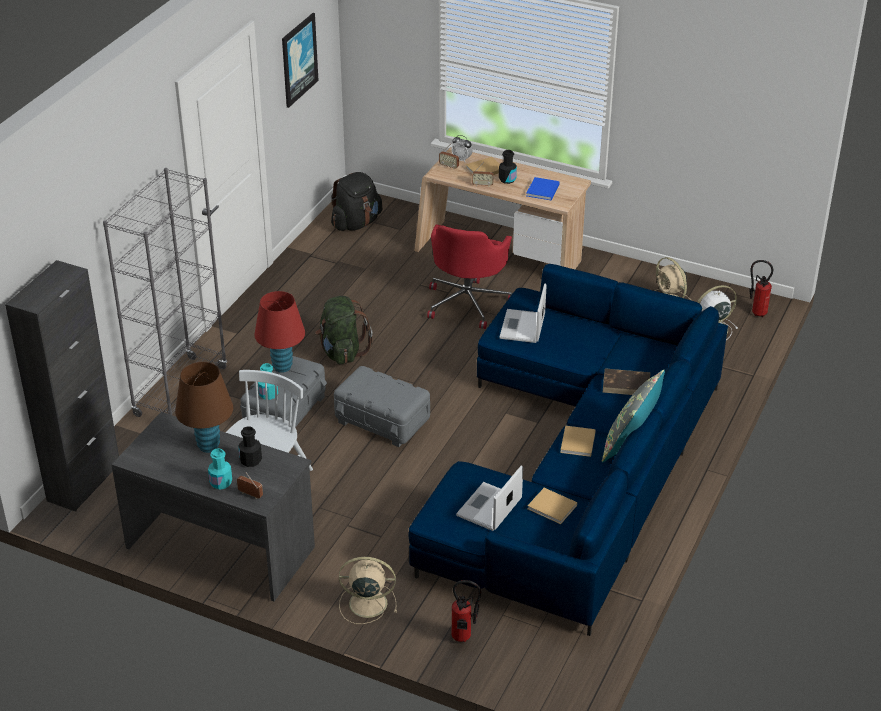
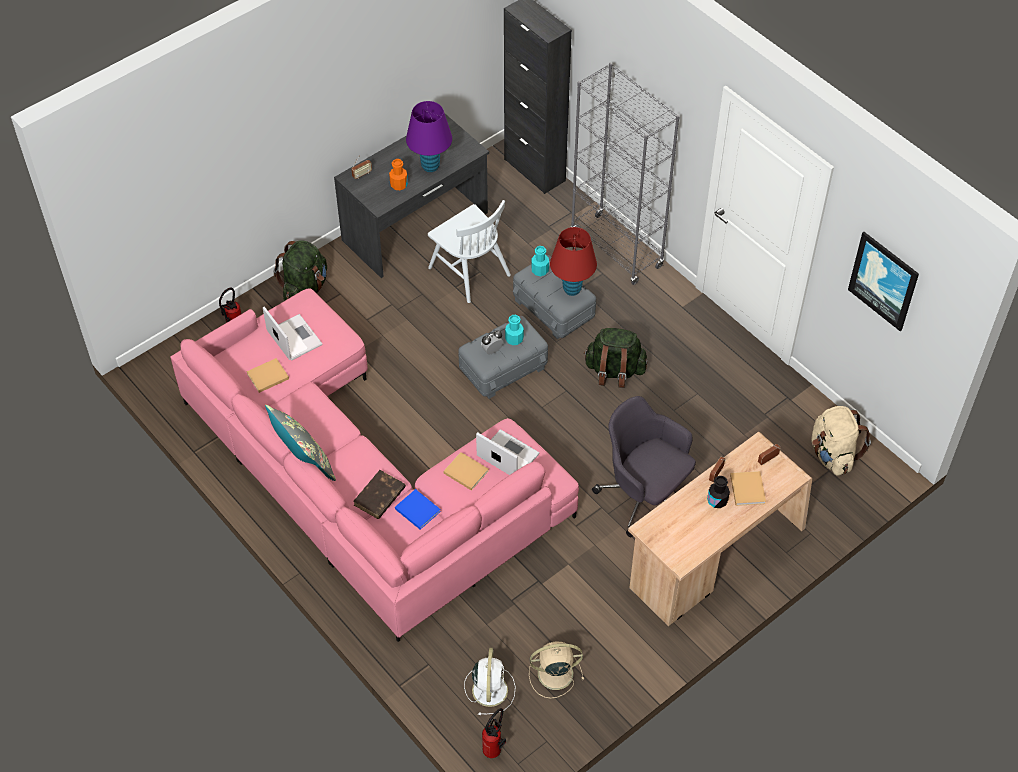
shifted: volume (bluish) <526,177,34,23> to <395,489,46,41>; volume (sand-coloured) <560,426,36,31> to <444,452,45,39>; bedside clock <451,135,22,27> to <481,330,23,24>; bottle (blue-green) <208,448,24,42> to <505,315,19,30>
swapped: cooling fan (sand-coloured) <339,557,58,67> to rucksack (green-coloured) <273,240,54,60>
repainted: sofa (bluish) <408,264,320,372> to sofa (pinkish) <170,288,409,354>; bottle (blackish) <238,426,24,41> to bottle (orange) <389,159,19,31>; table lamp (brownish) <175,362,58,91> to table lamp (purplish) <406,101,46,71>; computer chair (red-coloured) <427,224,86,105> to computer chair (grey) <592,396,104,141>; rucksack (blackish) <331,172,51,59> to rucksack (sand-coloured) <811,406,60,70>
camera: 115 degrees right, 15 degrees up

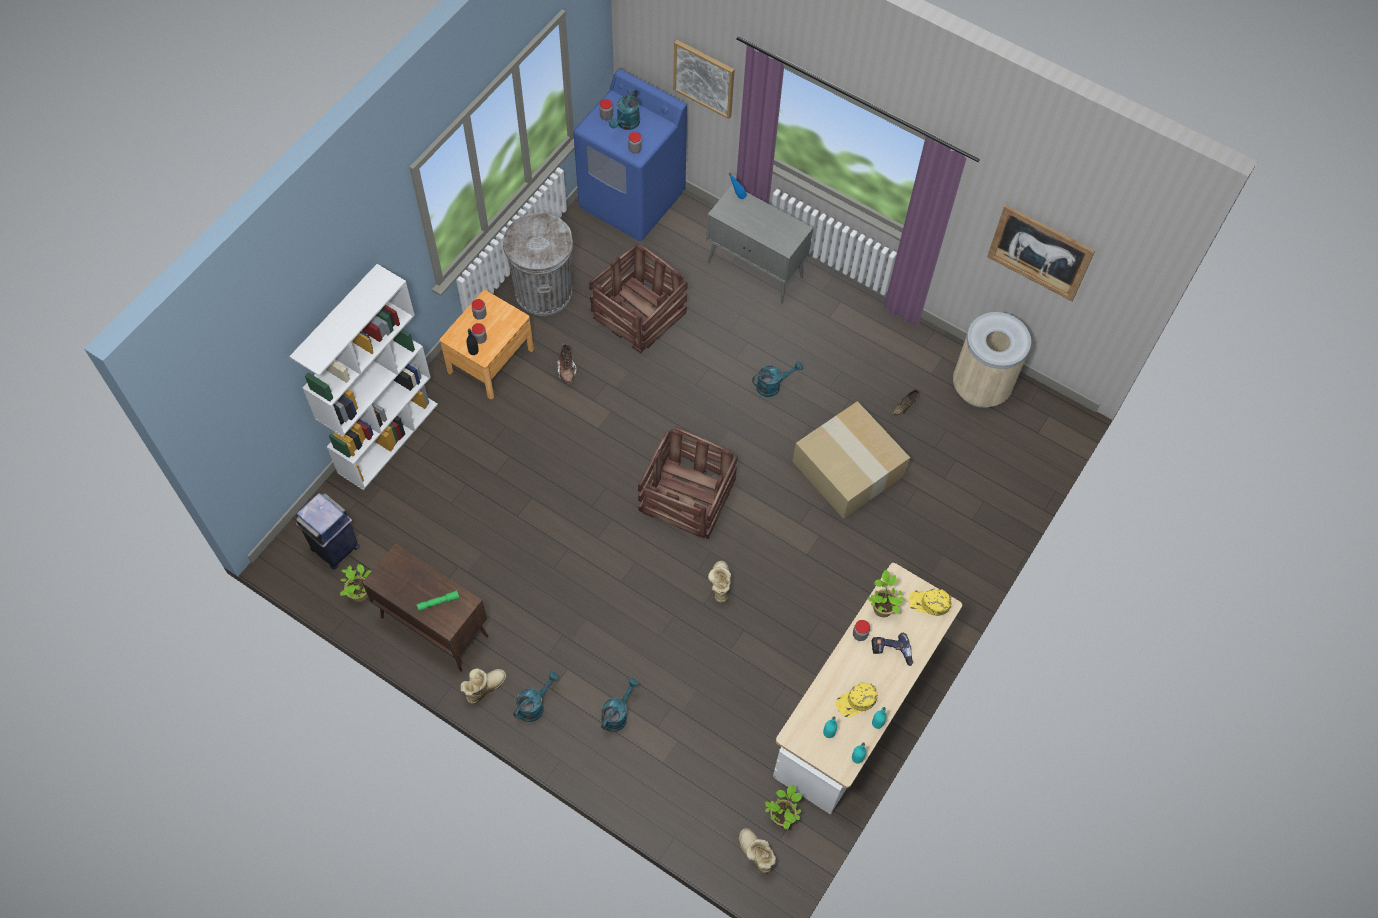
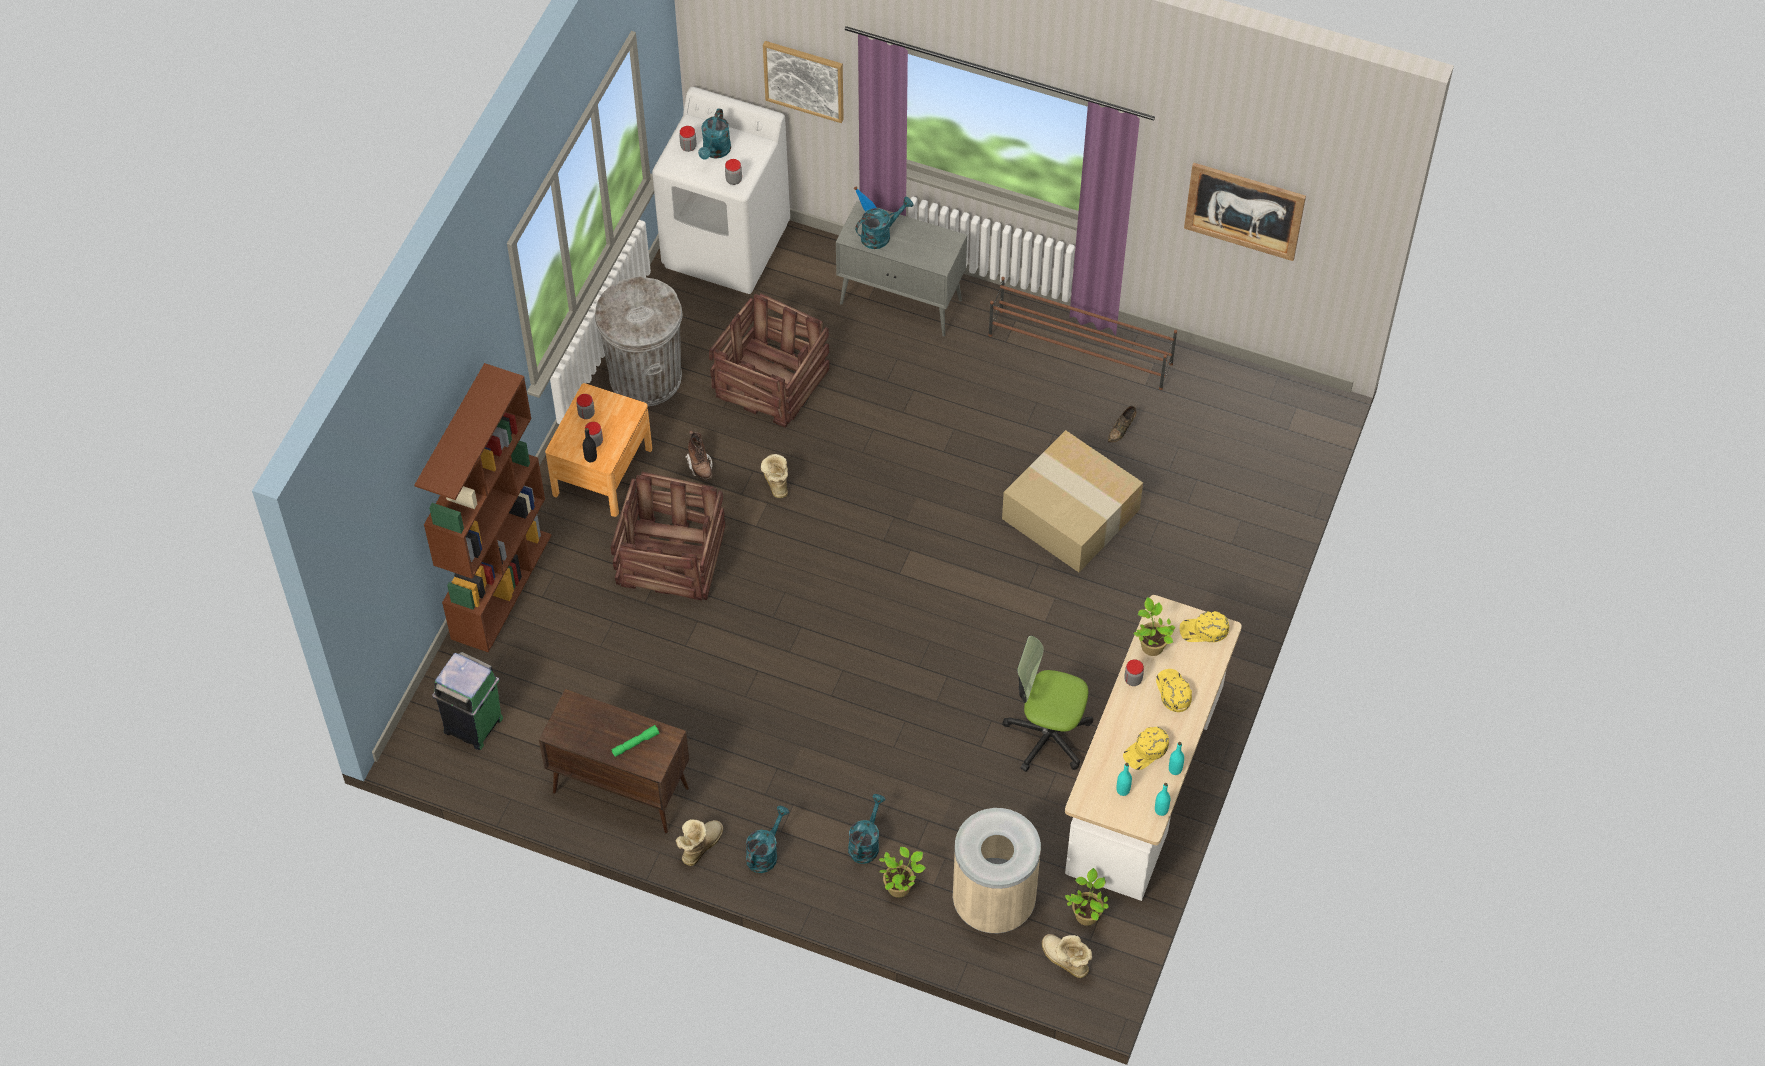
new: shoe rack (brownish) <988,277,189,113>; computer chair <1002,635,91,137>
shifted: packing crate <638,427,100,112> to <611,472,114,128>; high-top boot <708,561,23,42> to <761,454,27,44>; sprinkling can (blue-green) <752,361,51,36> to <855,197,58,52>; houseplant <340,564,31,38> to <879,847,47,51>; trash can (sand-coloured) <953,312,78,96> to <953,808,88,125>
swapped: power drill <872,633,41,33> to cap (yellow-coloured) <1156,669,36,43>
repainted: bookshelf (whitish) <289,264,149,226> to bookshelf (brownish) <415,363,137,289>; trash can (bluish) <296,493,64,76> to trash can (green-coloured) <432,652,71,98>; washing machine (bluish) <573,69,114,172> to washing machine (whitish) <652,87,138,207>
camera: 10 degrees left, 5 degrees down

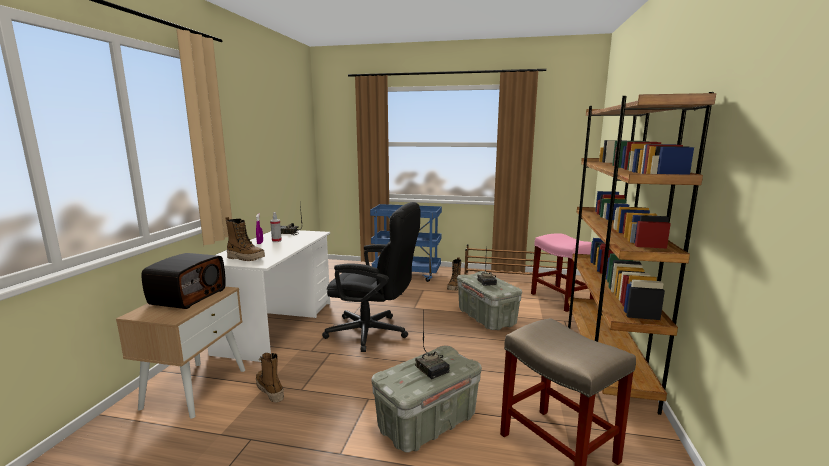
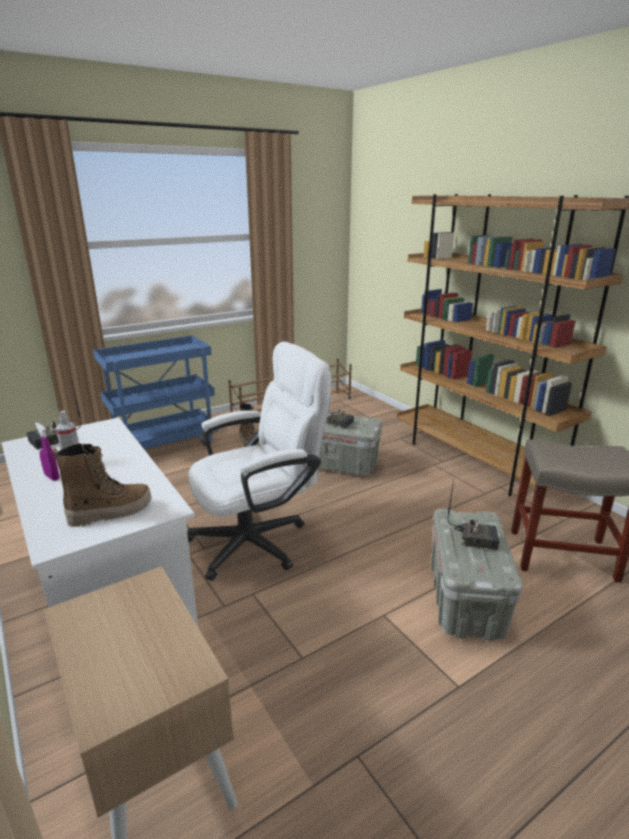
gone: radio receiver <141,253,85,56>; high-top boot <256,353,28,50>; stool (pinkish) <531,233,63,79>
repainted: computer chair (blackish) <322,202,98,150> to computer chair (whitish) <187,341,145,240>
camera: 45 degrees left, 10 degrees up

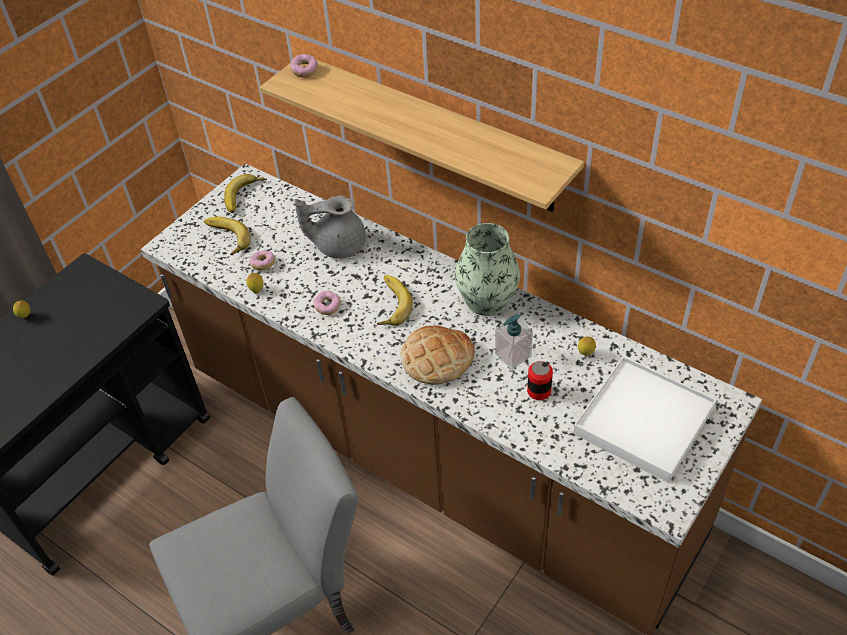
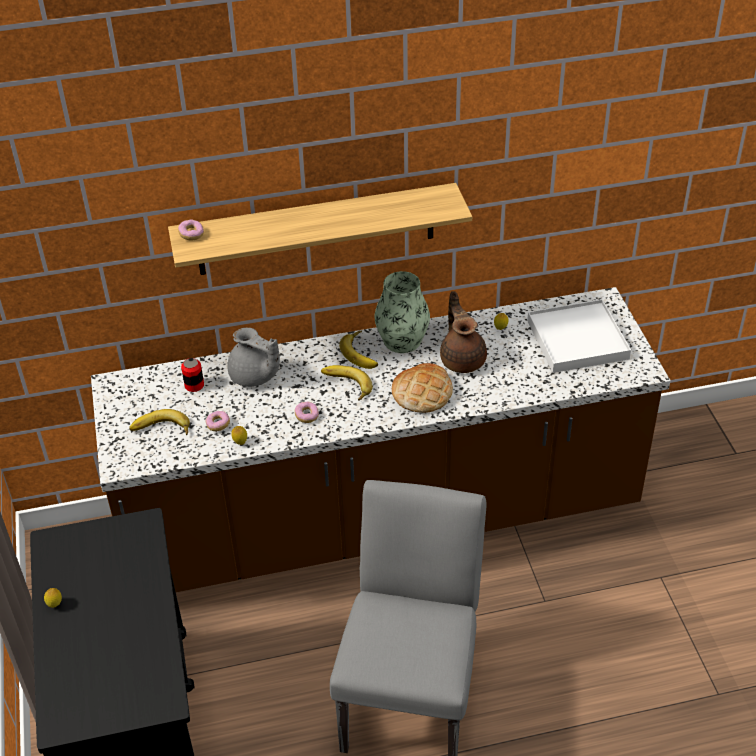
shifted: sealed can <527,361,26,39> to <181,358,23,34>; banana fruit <224,174,43,39> to <339,330,39,39>
swapped: liquid soap bottle <495,314,38,55> to teapot (brownish) <440,291,47,82>
rotated: teapot (grey) <294,195,72,63> = <227,328,53,59> 90 degrees counterclockwise
camera: 50 degrees left, 5 degrees down

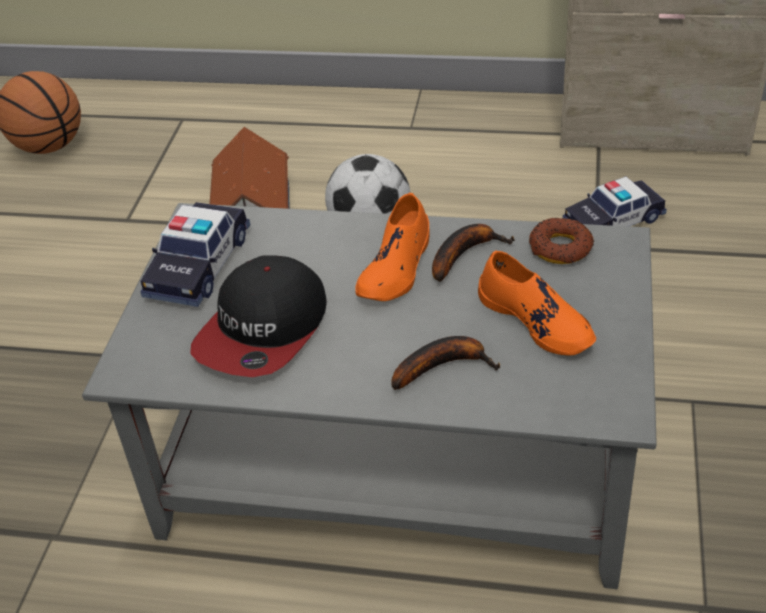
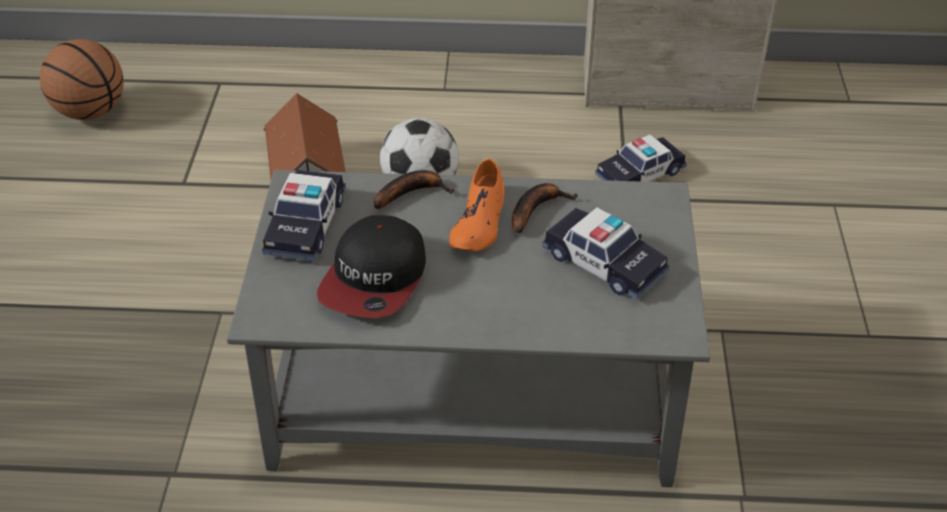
gone: donut <529,218,65,46>
shifted: banana fruit <392,336,109,54> to <374,170,80,39>
swapped: shoe (orange) <478,251,118,104> to miniature car <542,207,127,93>
camera: 10 degrees left, 0 degrees up

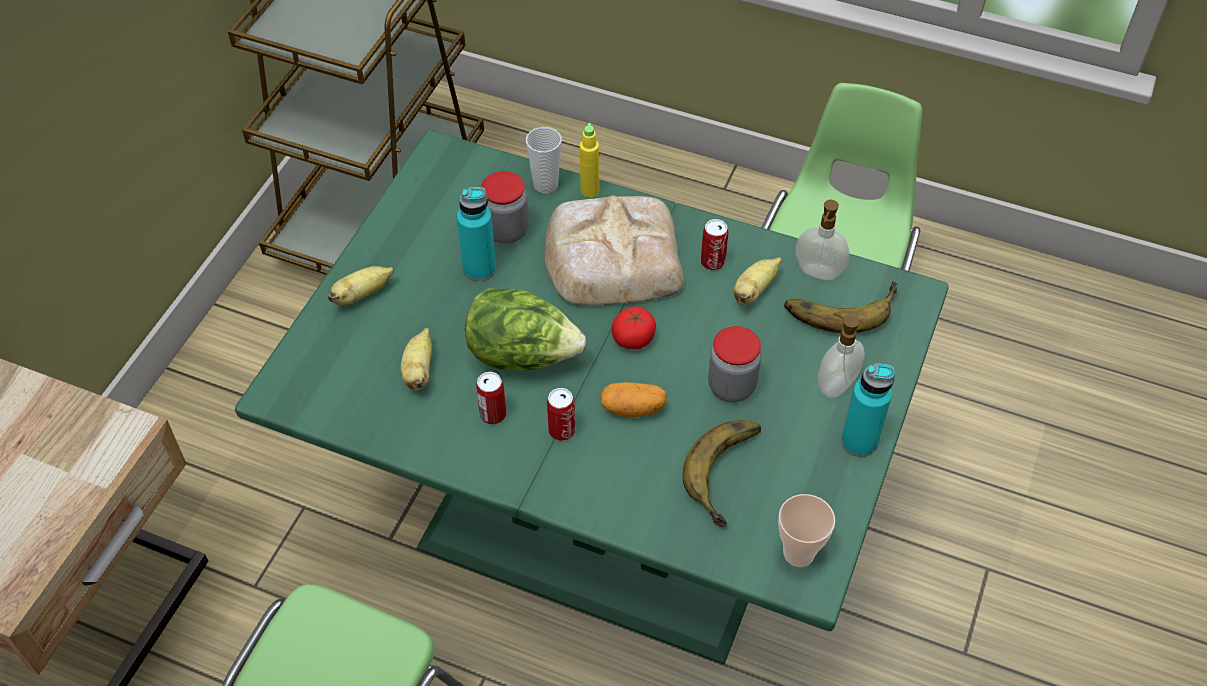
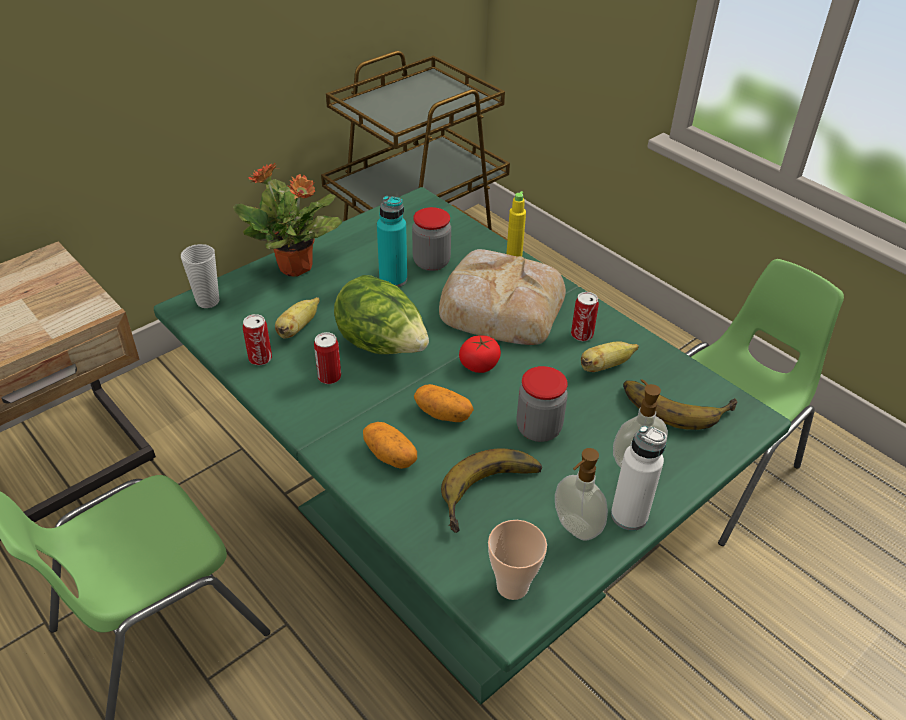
new: potato <363,422,54,47>
shifted: drinking cup <526,127,36,67> to <181,244,39,64>; sealed can <547,388,28,53> to <243,314,29,52>; liquid soap bottle <796,200,53,80> to <555,448,53,93>
swapped: banana fruit <328,266,66,39> to houseplant <233,163,109,114>
repainted: bottle (blue-green) <841,363,54,94> to bottle (whitish) <611,425,56,106>
camera: 25 degrees right, 10 degrees down

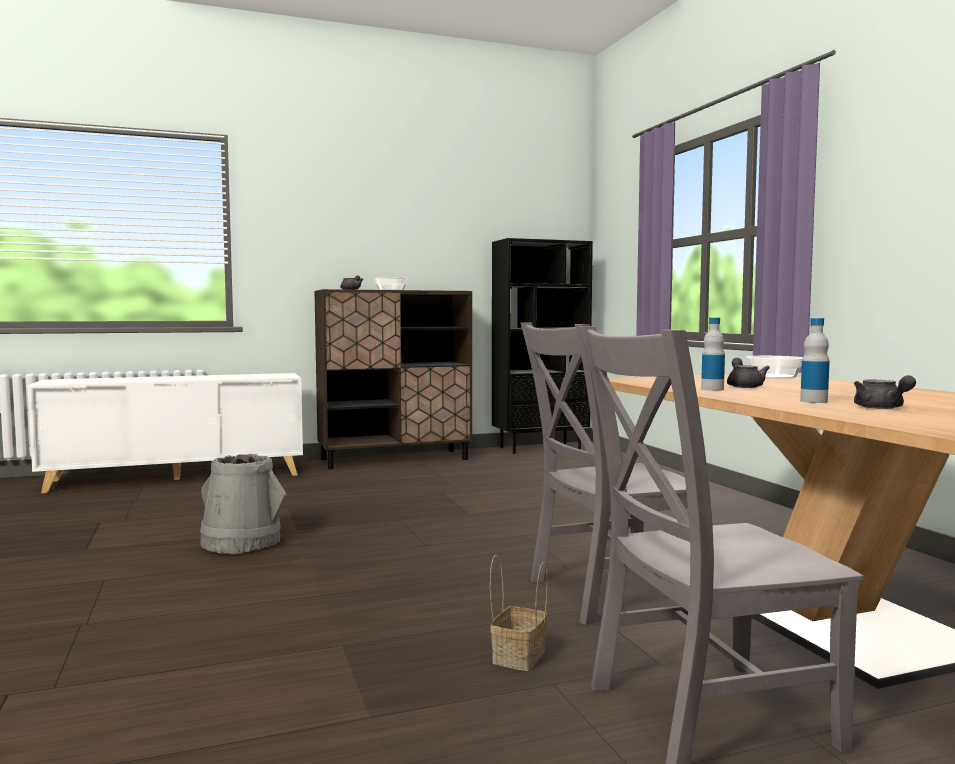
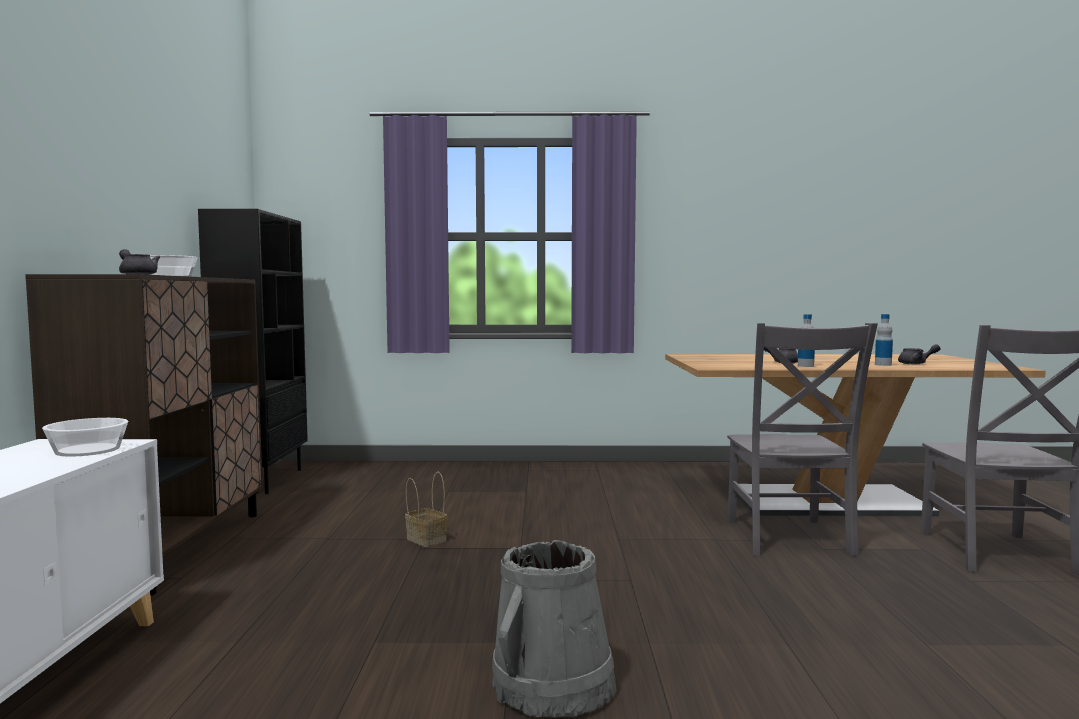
shifted: serving bowl <746,356,57,23> to <42,418,86,39>; storage basket <490,555,58,116> to <405,472,43,75>
camera: 70 degrees left, 0 degrees up

